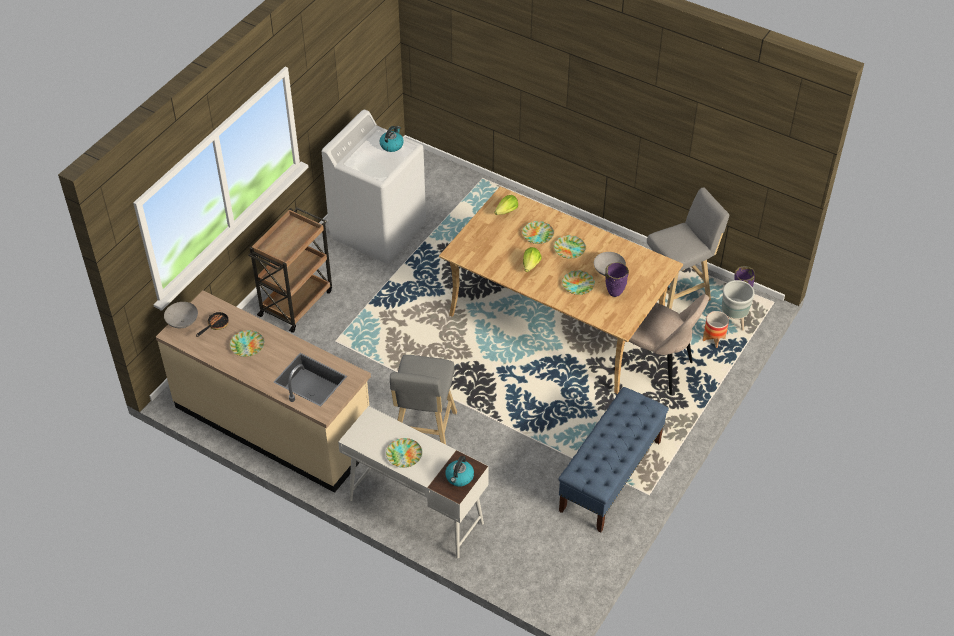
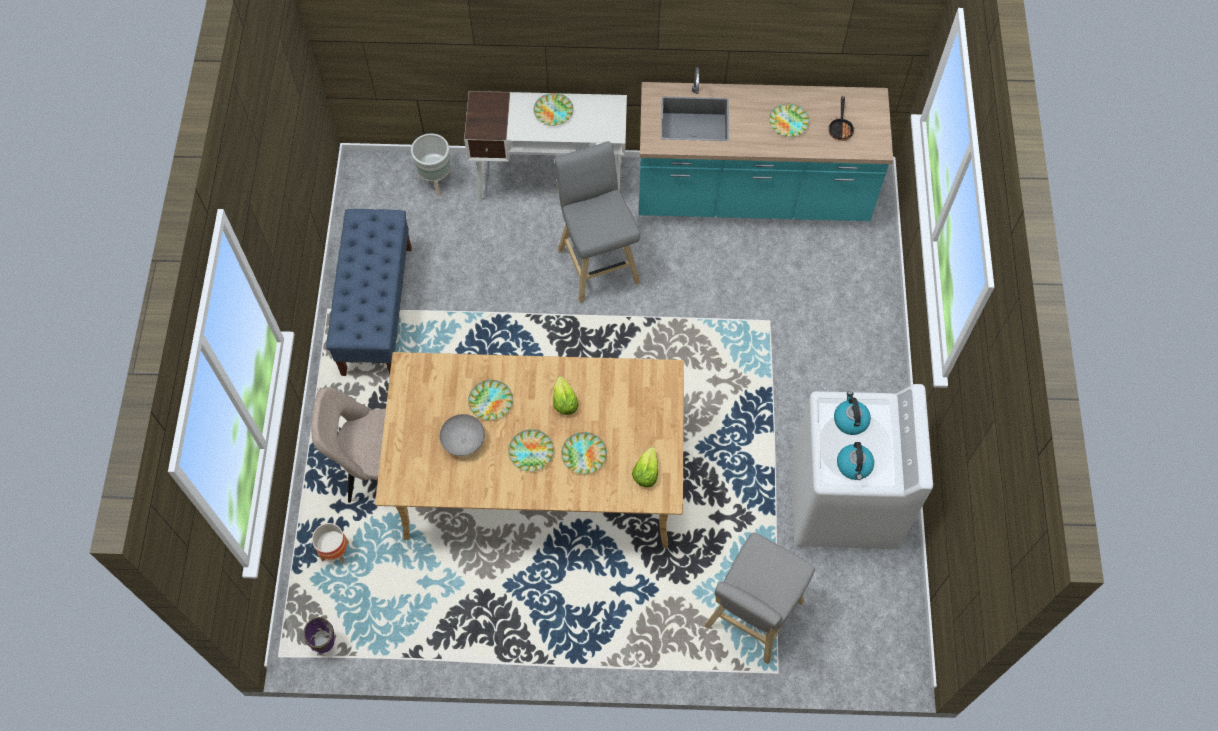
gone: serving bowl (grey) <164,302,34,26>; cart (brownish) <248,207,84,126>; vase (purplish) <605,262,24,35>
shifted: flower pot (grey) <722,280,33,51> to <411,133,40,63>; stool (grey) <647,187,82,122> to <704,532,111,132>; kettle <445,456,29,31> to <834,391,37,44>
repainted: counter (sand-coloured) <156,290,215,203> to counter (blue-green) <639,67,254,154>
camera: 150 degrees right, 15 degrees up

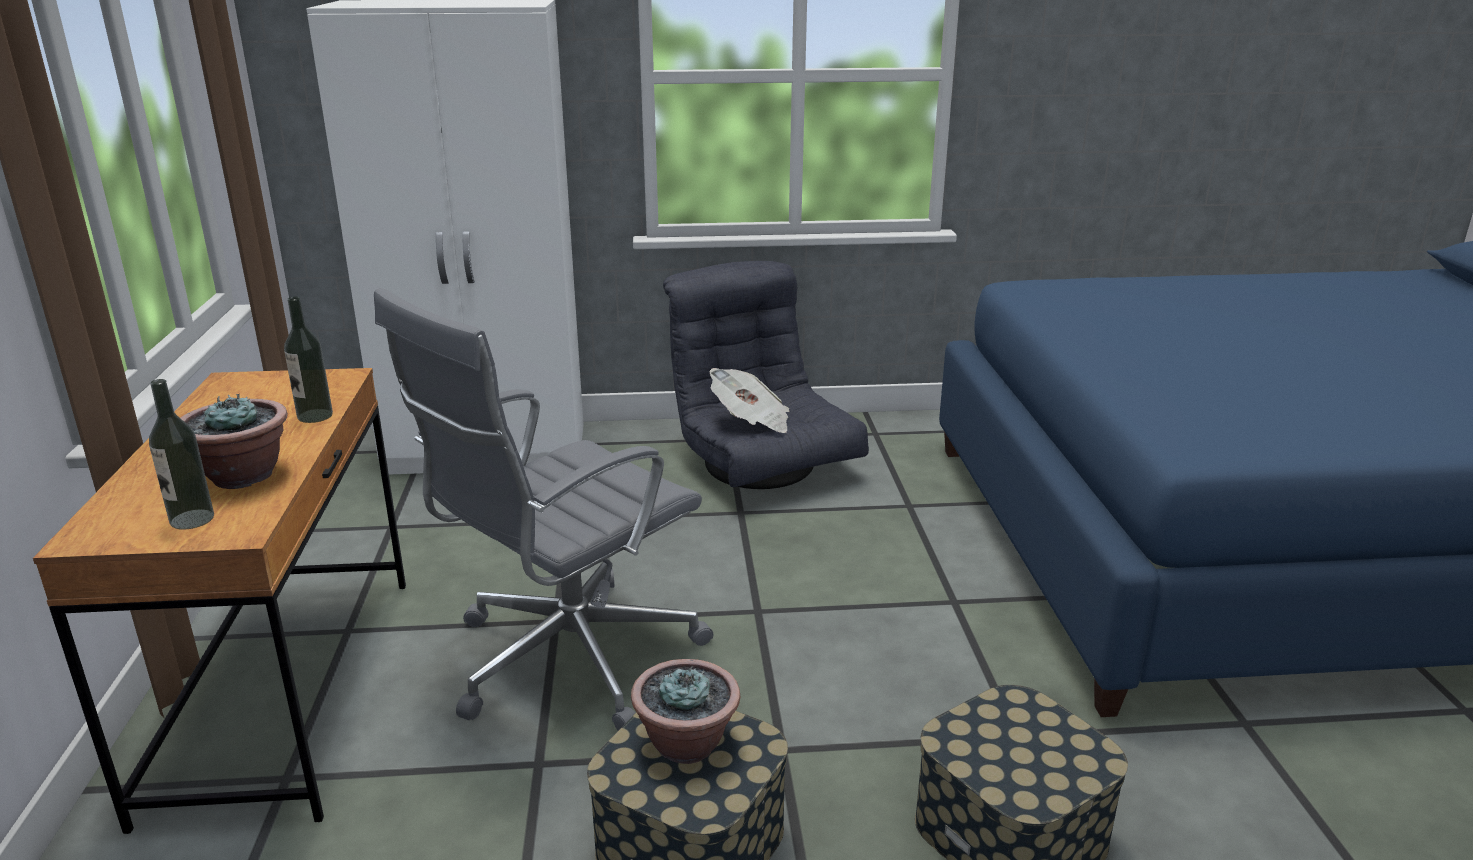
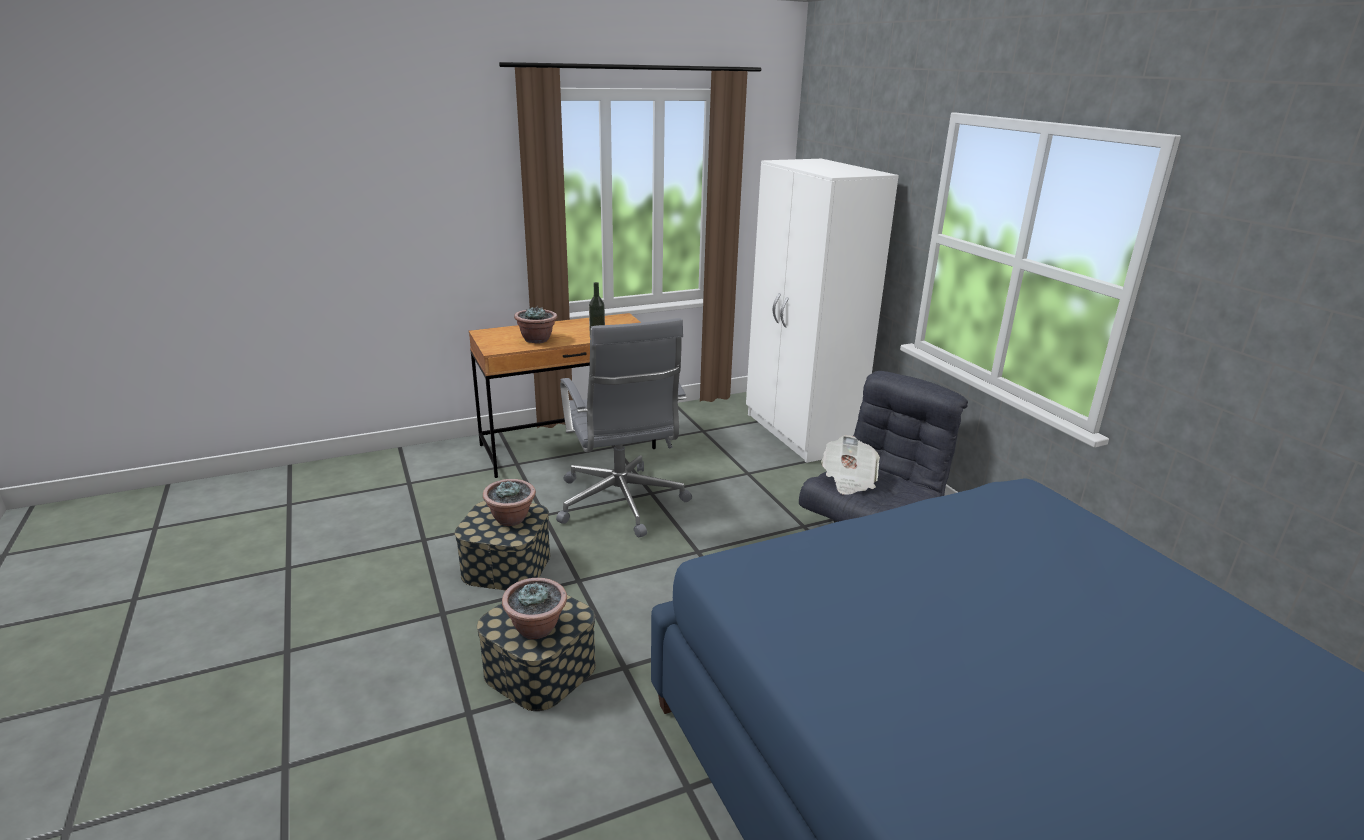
gone: bottle <149,379,65,151>
new: houseplant <502,578,65,61>
rotated: computer chair (grey) <374,288,339,443> = <556,318,136,219> 135 degrees counterclockwise
camera: 70 degrees right, 0 degrees up

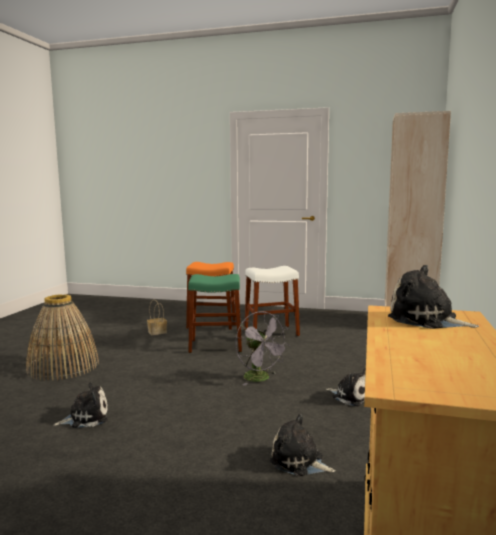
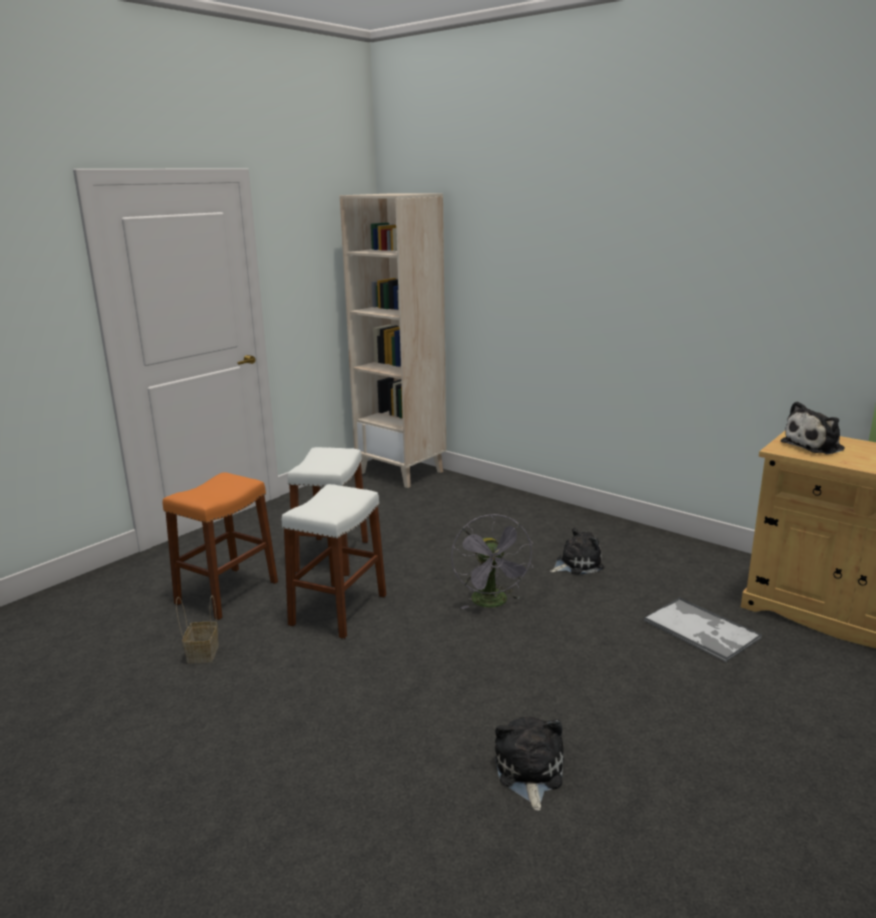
gone: storage basket <26,294,73,87>
swapped: cuddly toy <269,414,67,62> to serving tray <644,597,118,66>
repainted: stool (green-coloured) <188,274,54,79> to stool (whitish) <282,484,104,155>
rotated: cooling fan (grey) <236,311,53,75> = <451,514,82,95> 90 degrees clockwise
camera: 65 degrees left, 10 degrees up

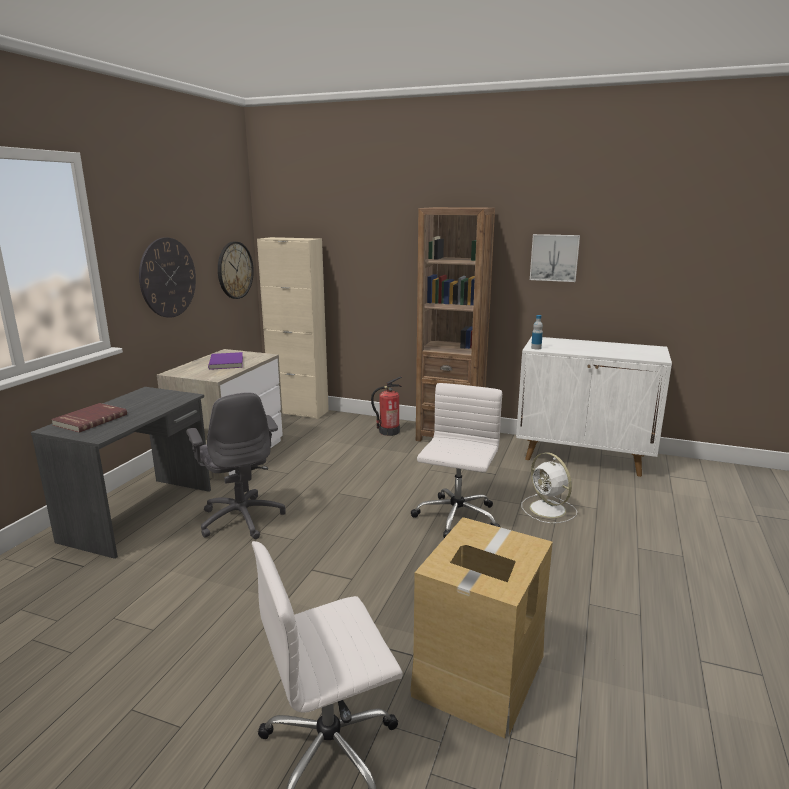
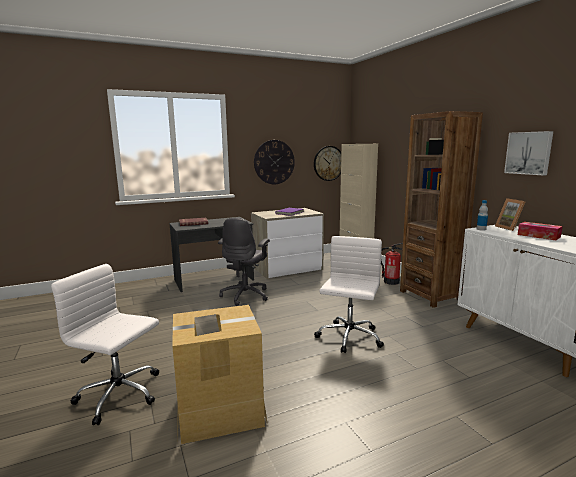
gone: cooling fan (whitish) <522,452,55,71>
new: standing frame <495,198,30,33>; box of tissues <518,222,45,18>
rotated: computer chair (whitish) <411,383,91,155> = <314,236,70,117> 45 degrees counterclockwise
camera: 45 degrees right, 5 degrees down

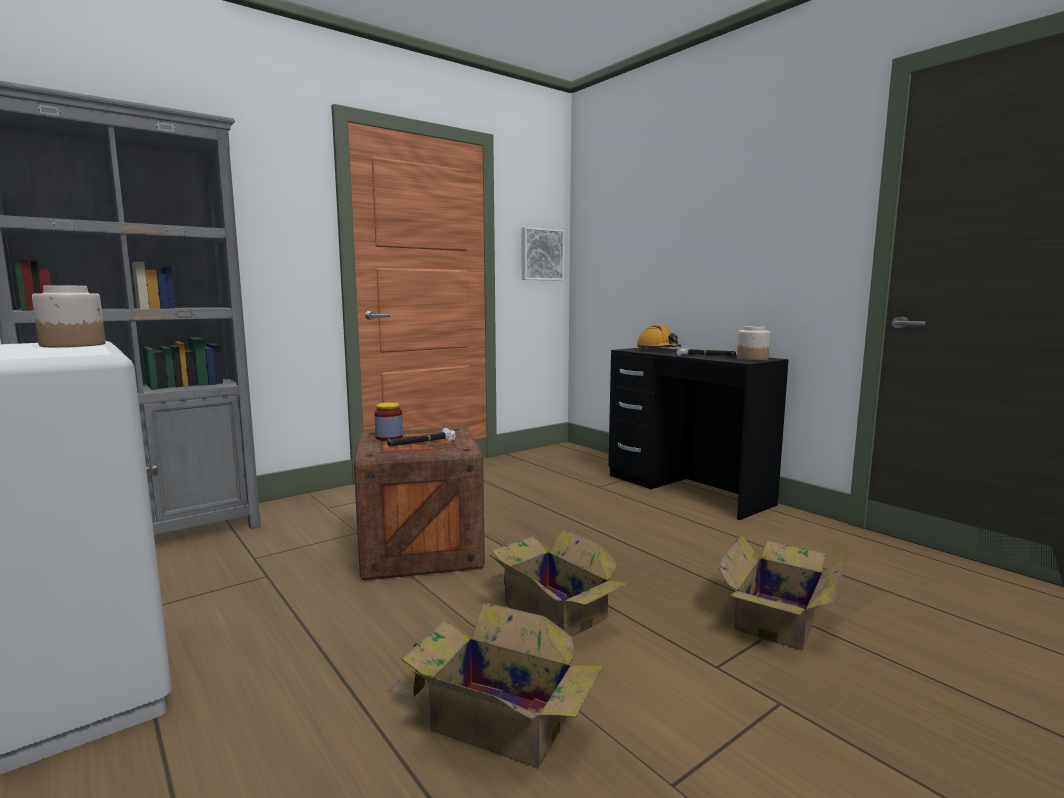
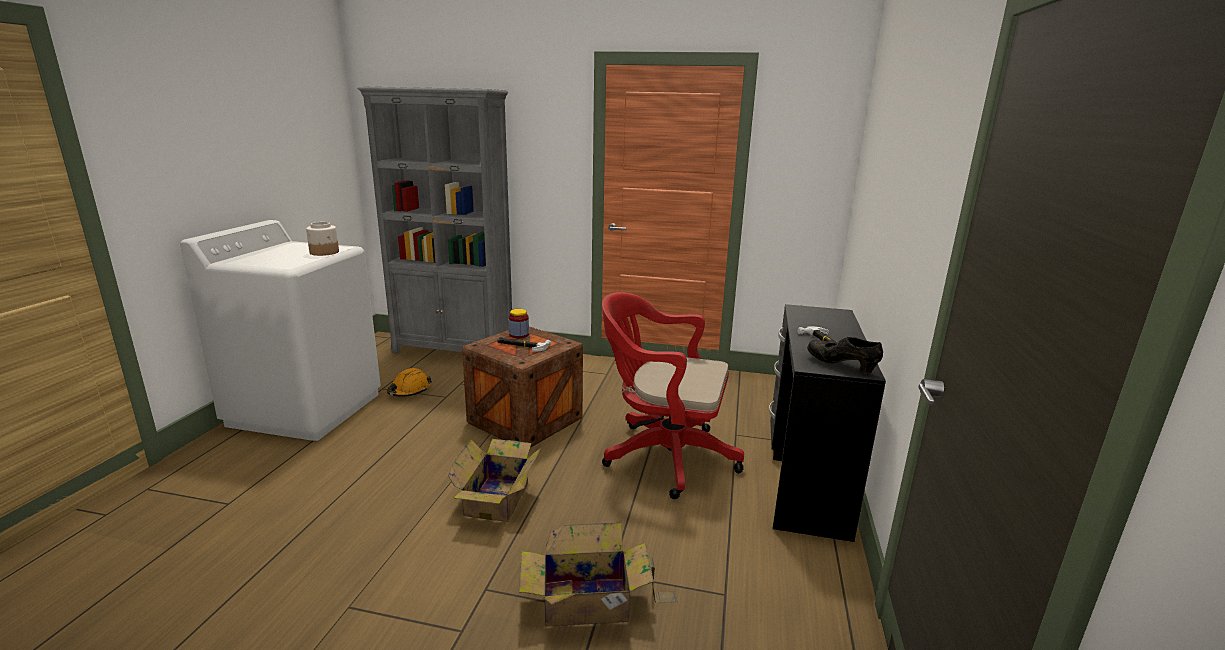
gone: packing box <387,602,216,166>; wall art <522,227,42,53>
new: computer chair (red-coloured) <602,292,142,207>
shifted: work helmet (orange) <636,325,45,24> to <387,368,45,29>
swapped: jar <737,326,33,35> to shoe (blackish) <807,337,76,37>
camera: 50 degrees right, 10 degrees up

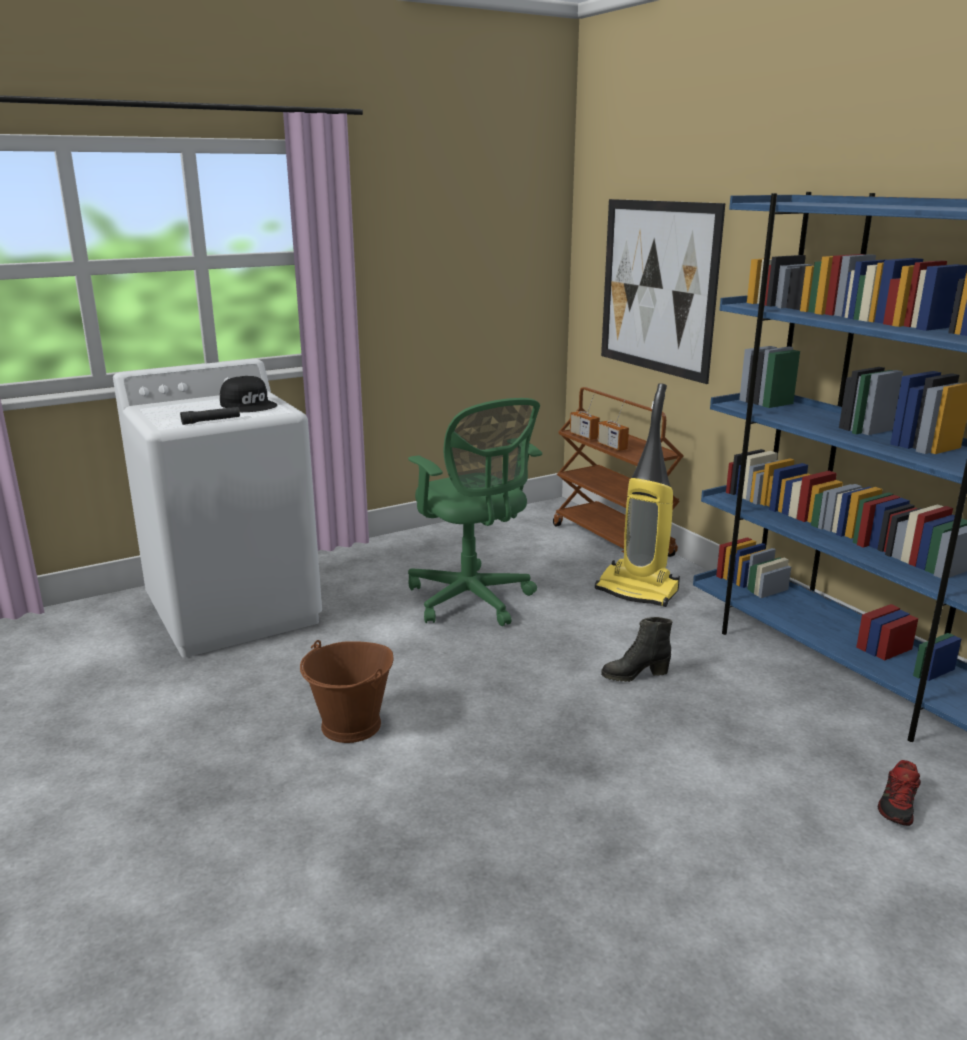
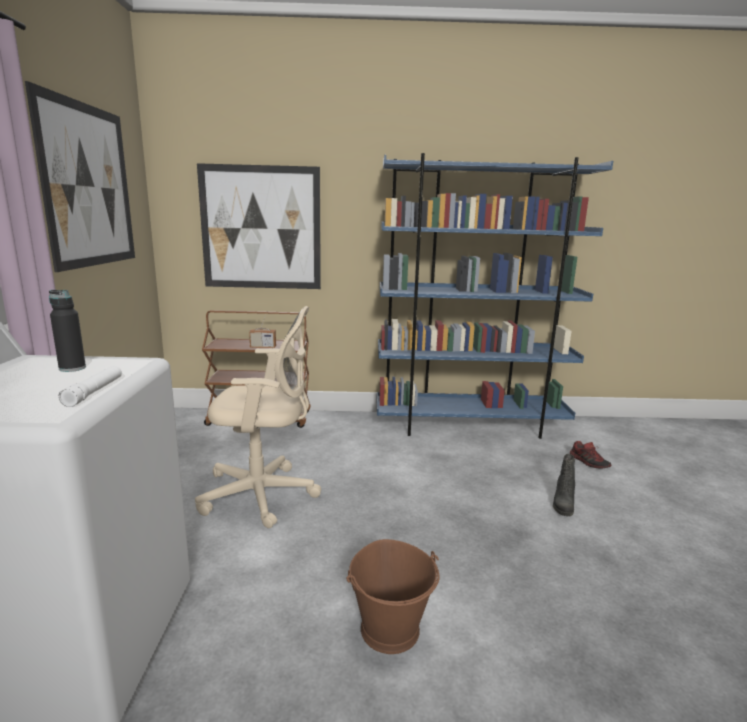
gone: radio receiver <570,391,30,49>; vacuum <595,383,85,224>
new: wall art <25,81,110,191>
shifted: high-top boot (blackish) <601,617,71,65> to <553,454,22,62>
swapped: cap (blackish) <220,376,57,36> to bottle (blackish) <49,290,37,82>
repainted: hand torch (blackish) <180,407,60,18> to hand torch (whitish) <59,365,63,42>; computer chair (green-coloured) <408,398,134,228> to computer chair (sand-coloured) <195,306,126,222>
camera: 60 degrees left, 5 degrees down

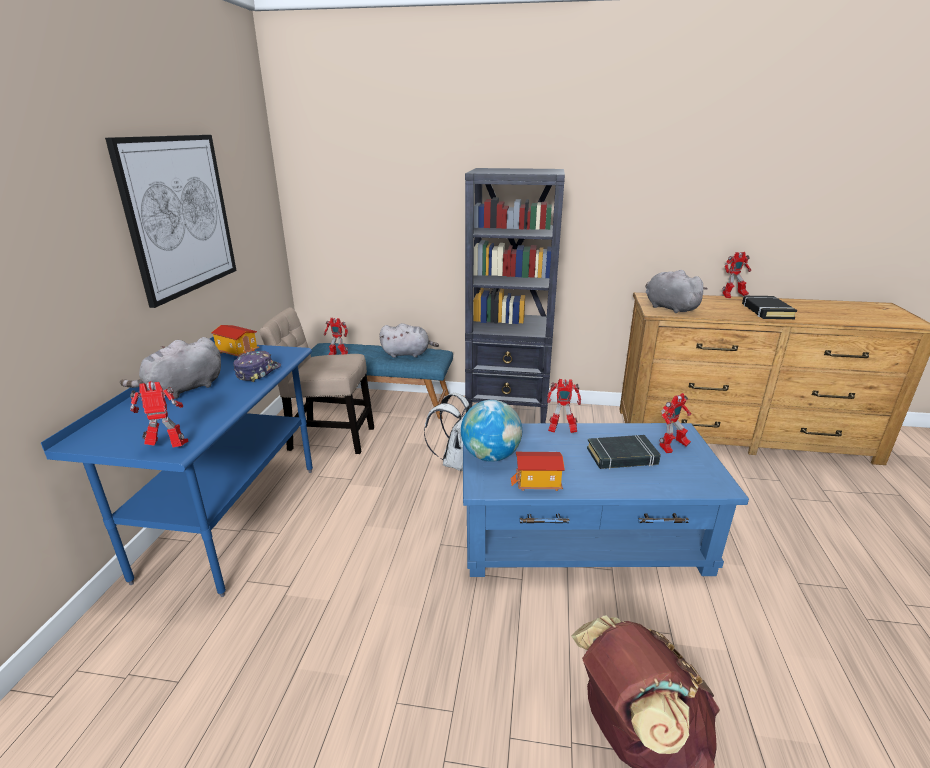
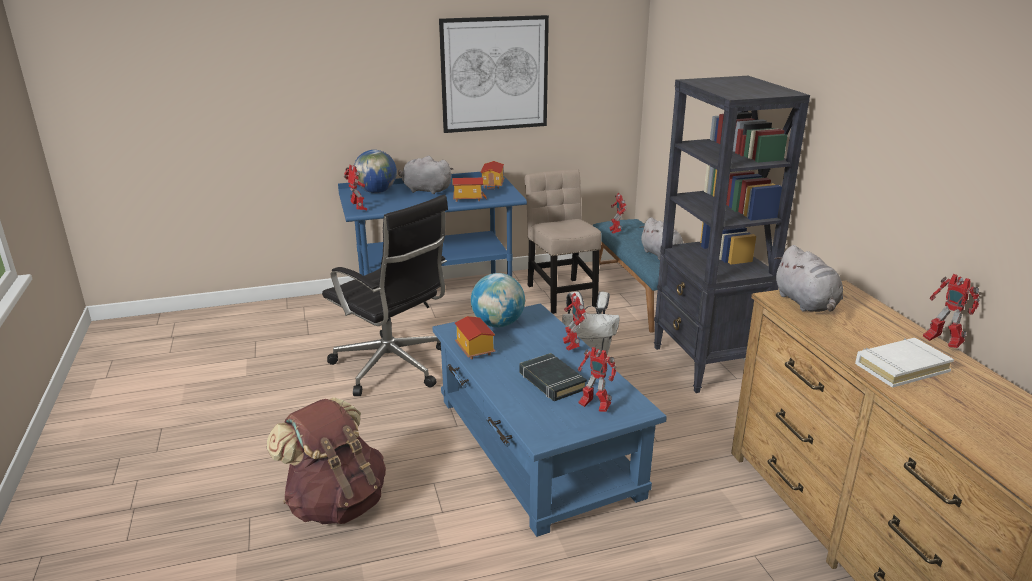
new: computer chair (blackish) <322,195,126,201>; desk globe <354,150,43,43>
swapped: cap <233,351,48,31> to model house <453,178,33,24>
repainted: volume (blackish) <742,296,55,23> to volume (whitish) <855,338,99,50>
rotated: cuddly toy (grey) <646,270,62,43> = <774,245,69,67> 135 degrees clockwise
camera: 65 degrees right, 0 degrees up

